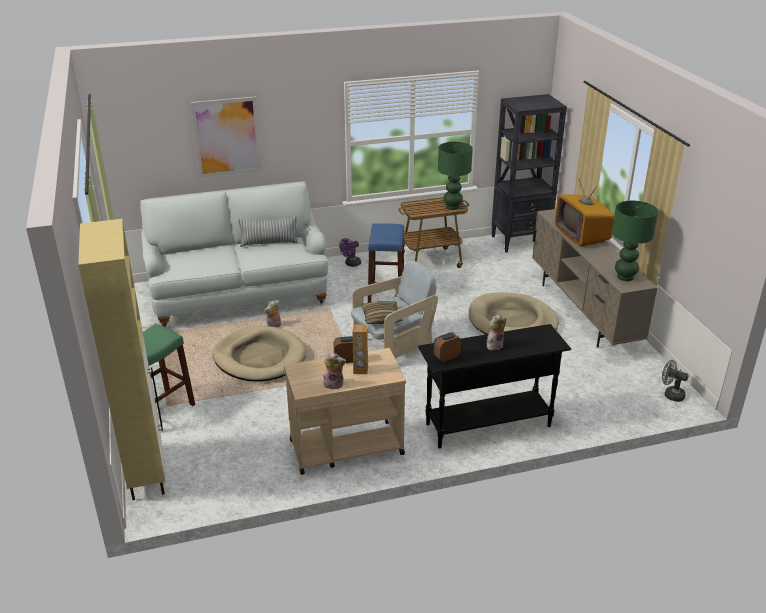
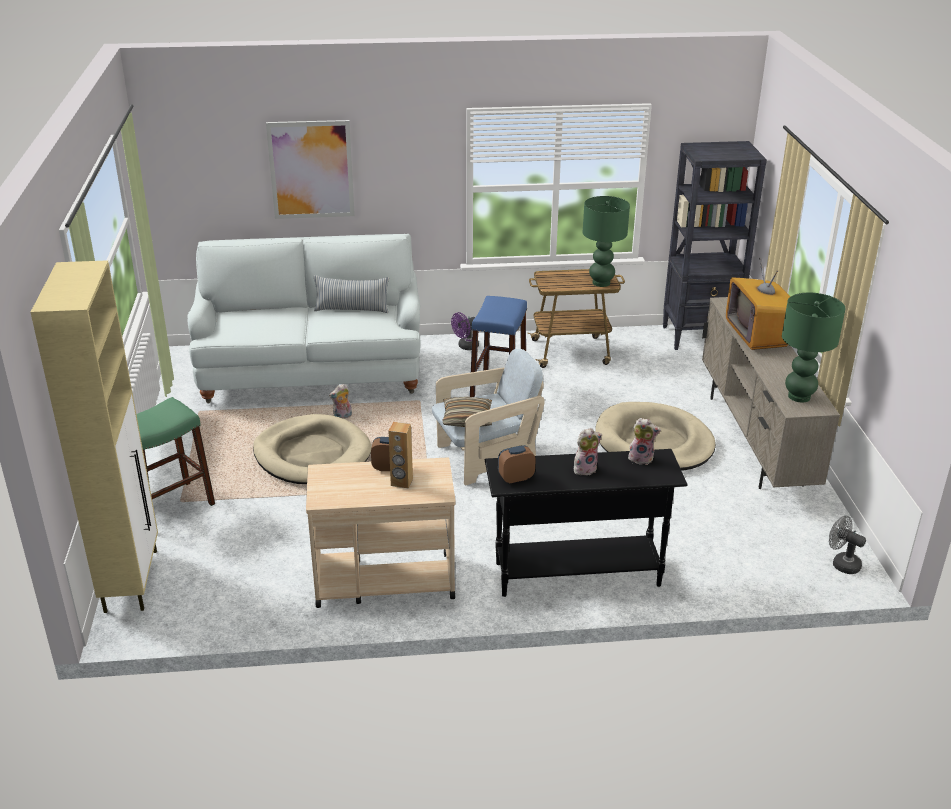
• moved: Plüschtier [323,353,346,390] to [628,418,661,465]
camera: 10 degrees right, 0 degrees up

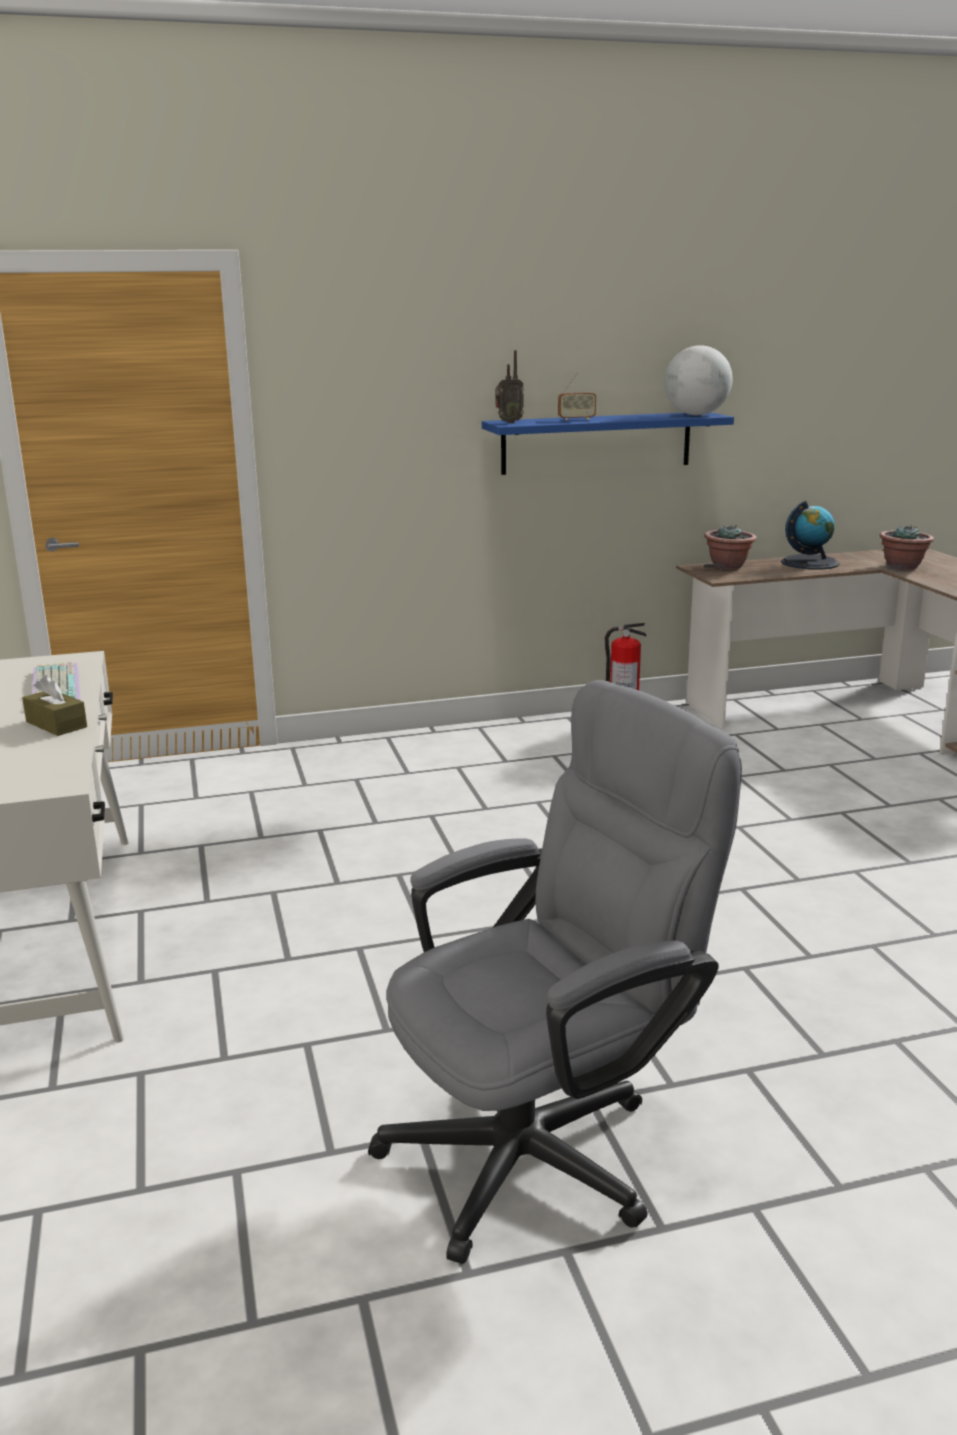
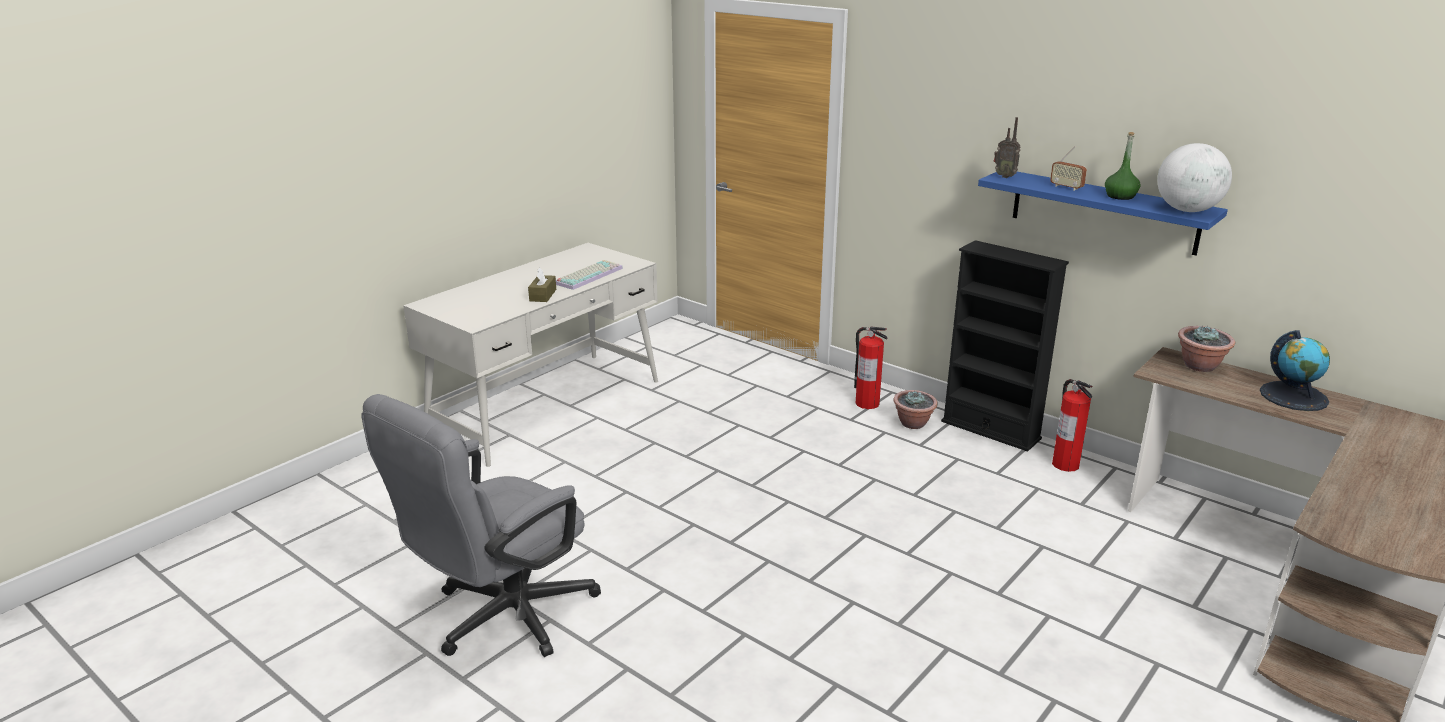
• turned: Bürostuhl [grau] [368,680,742,1264] = [362,394,601,657] 105 degrees clockwise
• moved: Topfpflanze [879,525,934,570] to [893,390,938,429]
• added: Feuerlöscher [854,327,888,409]
• added: Bücherregal [schwarz] [941,240,1069,452]
• added: Flasche [grün] [1105,132,1141,200]
camera: 55 degrees right, 5 degrees up

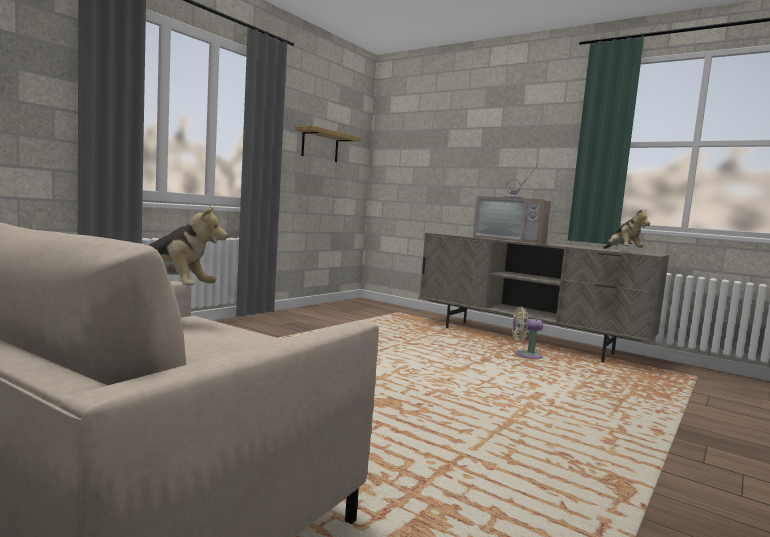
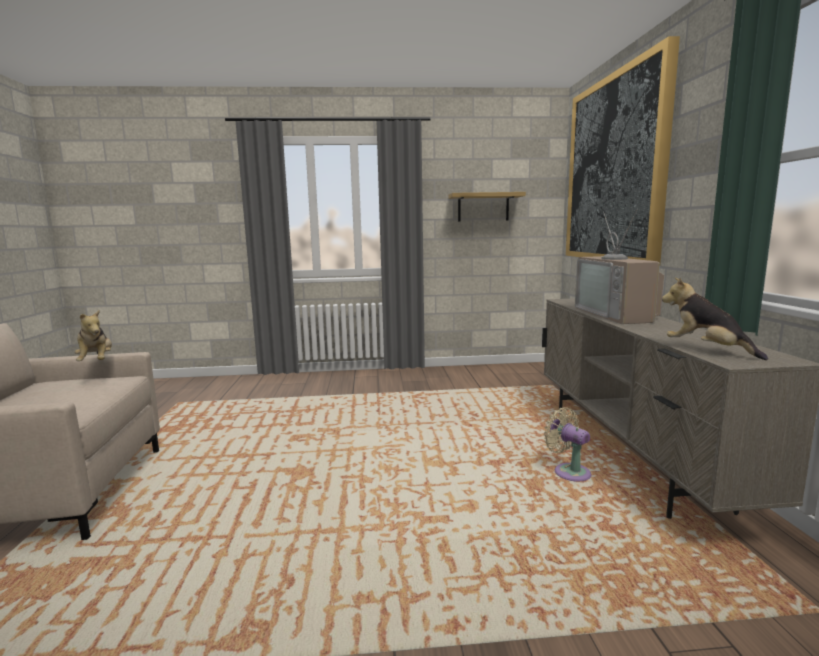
• turned: Plüschtier [603,210,650,249] = [662,277,768,360] 105 degrees clockwise
• added: Bild [566,36,680,263]
camera: 50 degrees right, 5 degrees up

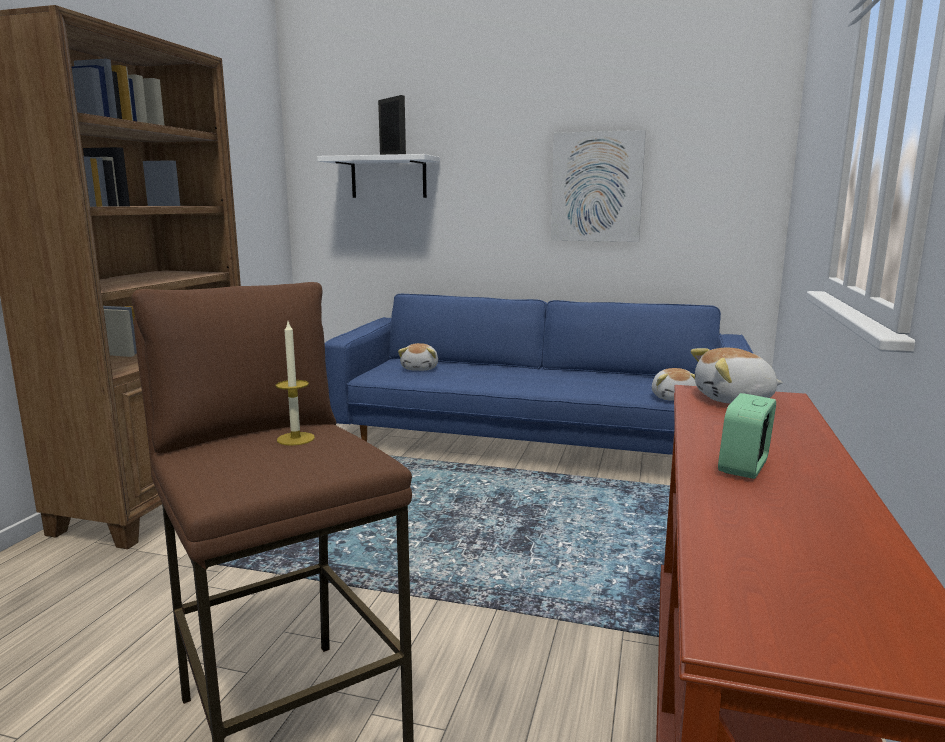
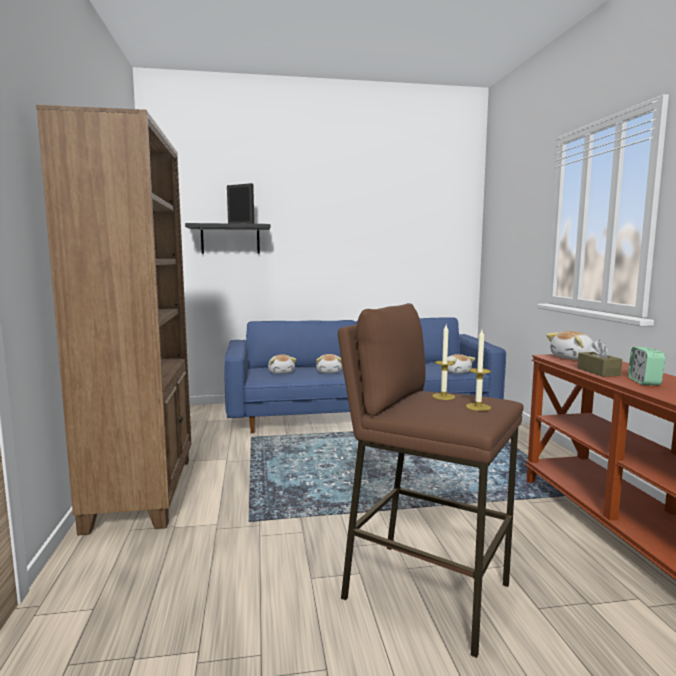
• recoloured: Wandregal [weiß] [317,154,440,198] to Wandregal [schwarz] [185,223,270,254]
• removed: Bild [551,130,646,242]
• added: Plüschtier [316,354,342,373]
• added: Kerze [466,330,491,411]
• added: Taschentuchbox [braun] [577,340,622,377]
camera: 25 degrees left, 5 degrees down

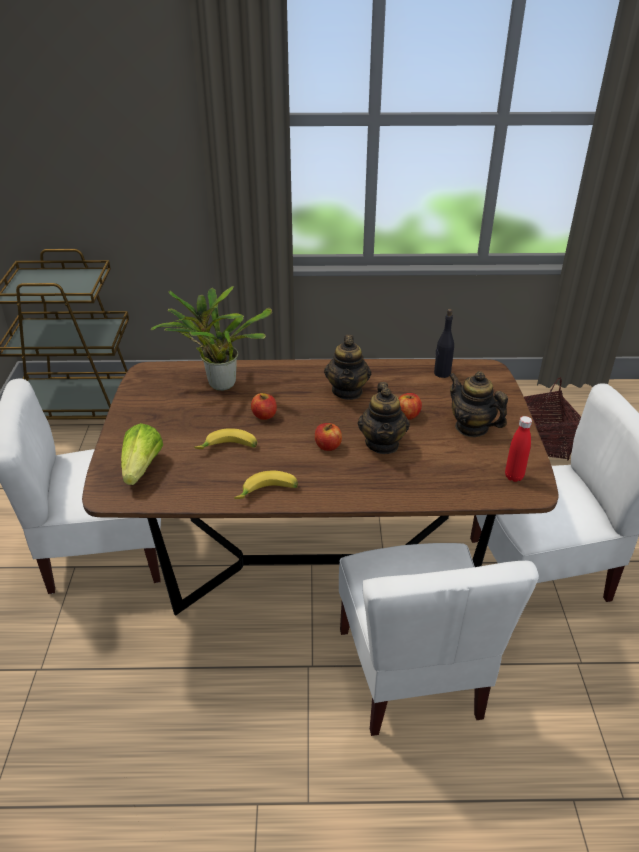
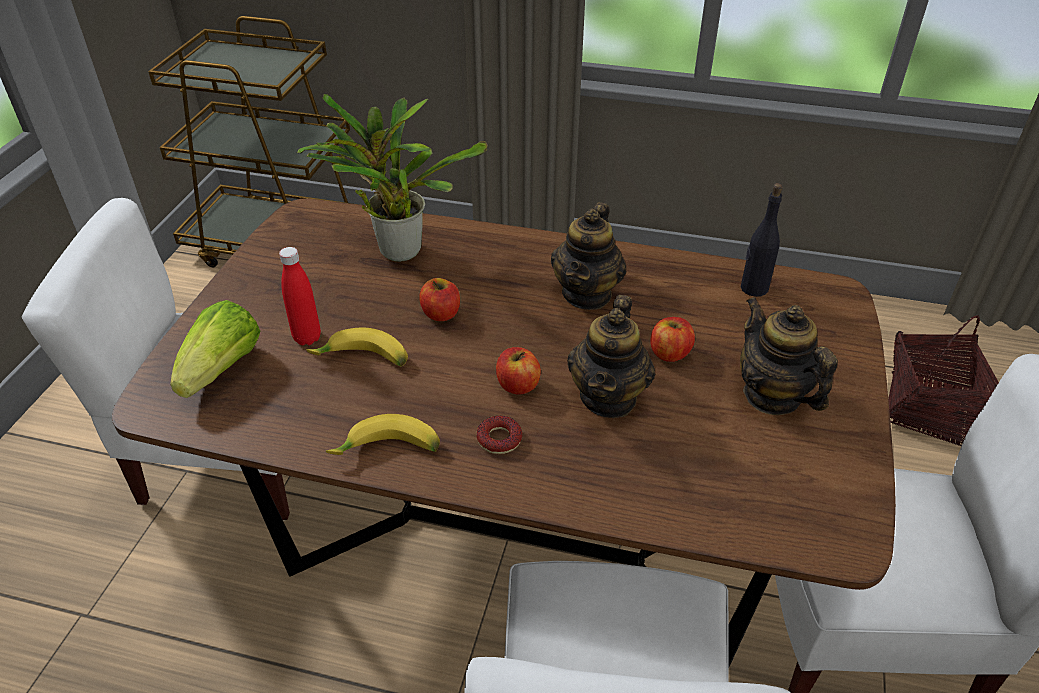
• moved: Flasche [rot] [505,416,532,482] to [279,247,321,345]
• added: Donut [477,416,522,454]
camera: 15 degrees right, 5 degrees up

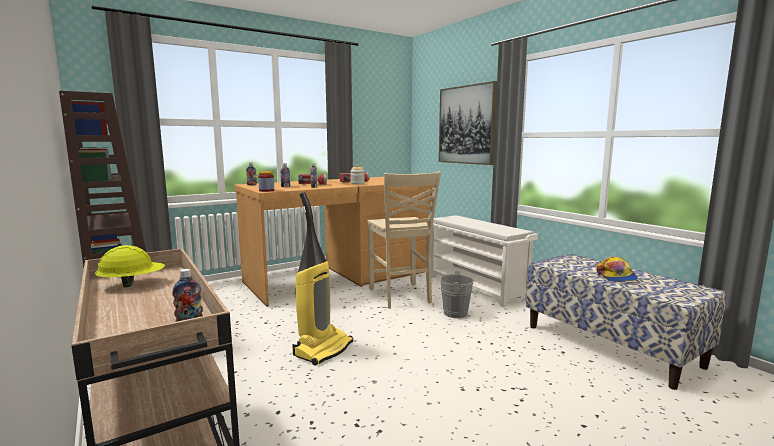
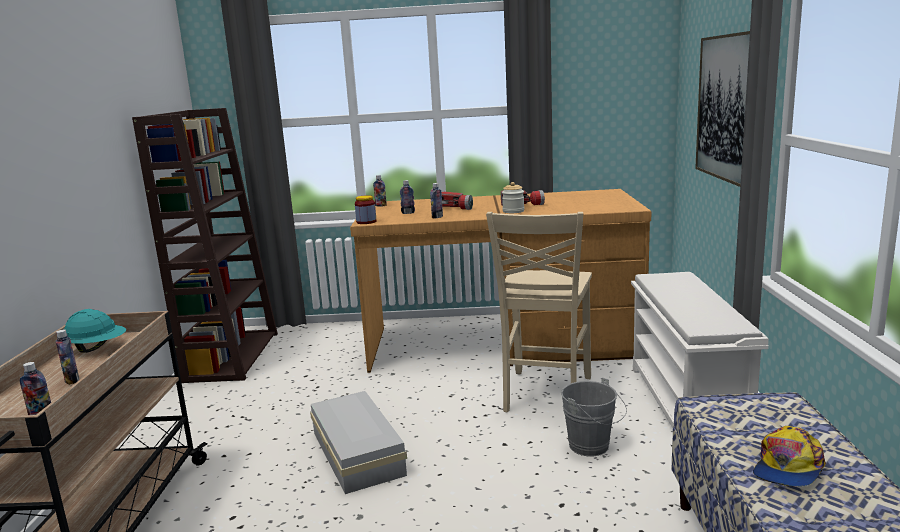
• recoloured: Schutzhelm [gelb] [95,245,165,288] to Schutzhelm [türkis] [63,309,126,353]
• replaced: Staubsauger [292,192,353,366] to Aufbewahrungsbox [weiß] [310,391,407,494]
• added: Flasche [56,330,79,385]
camera: 35 degrees right, 5 degrees up

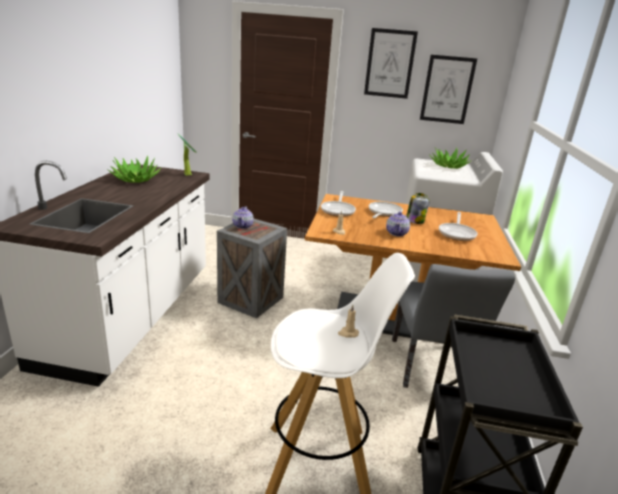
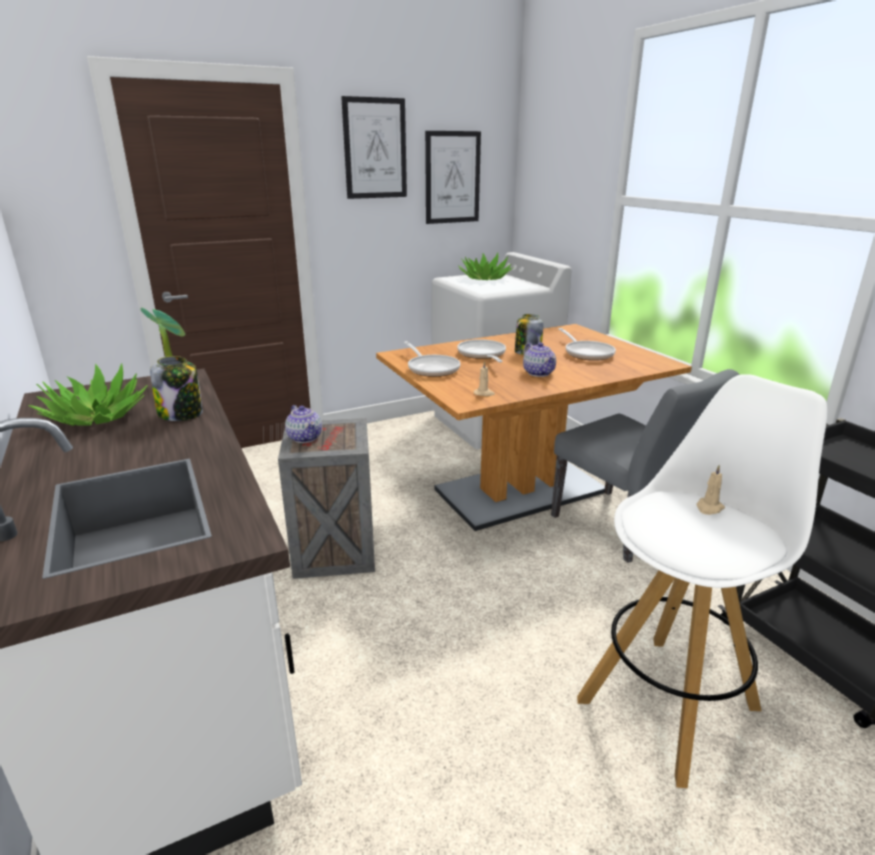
• added: Vorratsglas [150,356,203,421]
camera: 35 degrees left, 0 degrees up

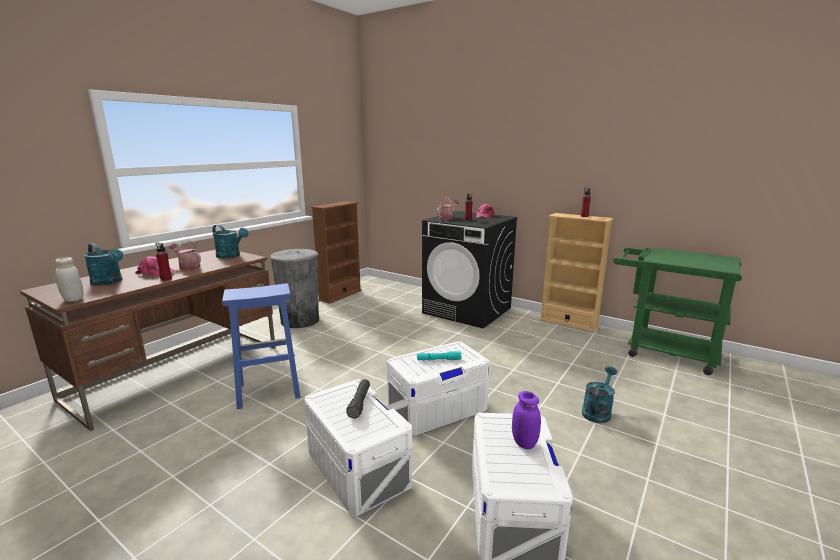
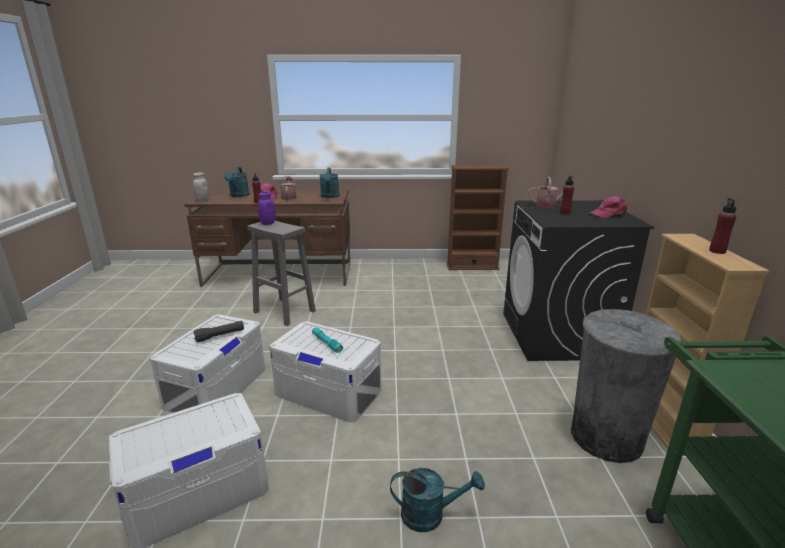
• recoloured: Hocker [blau] [222,283,301,409] to Hocker [grau] [247,221,316,326]
• moved: Mülleimer [grau] [270,249,319,328] to [571,309,682,463]
• moved: Vorratsglas [lila] [512,391,541,449] to [258,192,276,225]
camera: 55 degrees right, 5 degrees up

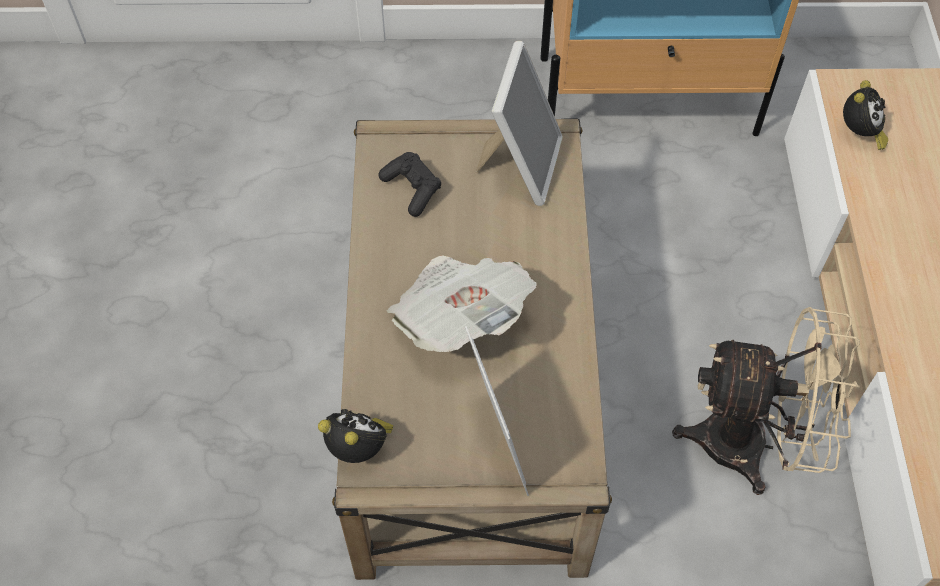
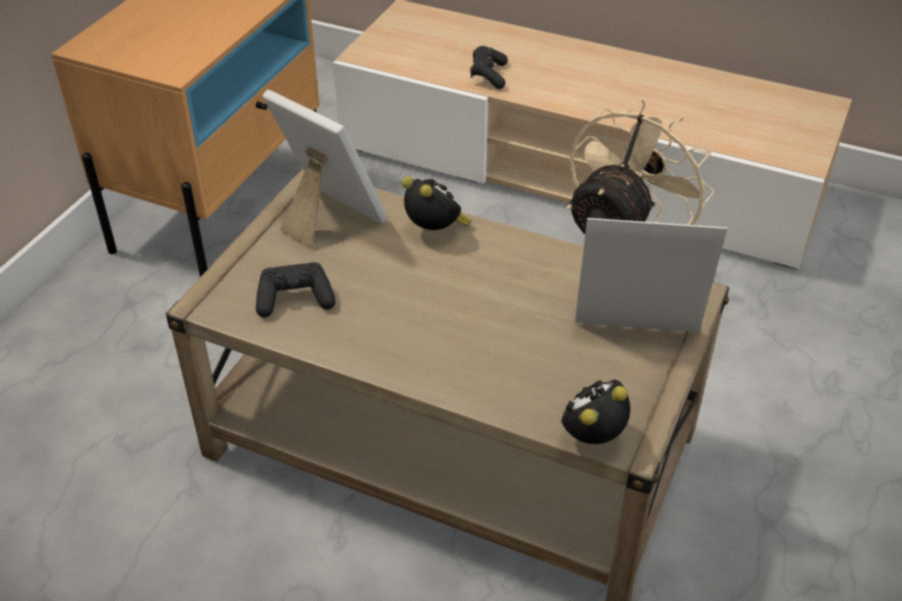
• removed: Zeitung [387,256,537,352]
• moved: Wecker [843,80,888,150] to [402,176,471,230]
• added: Gamepad [schwarz] [470,46,508,89]
camera: 65 degrees left, 15 degrees down

